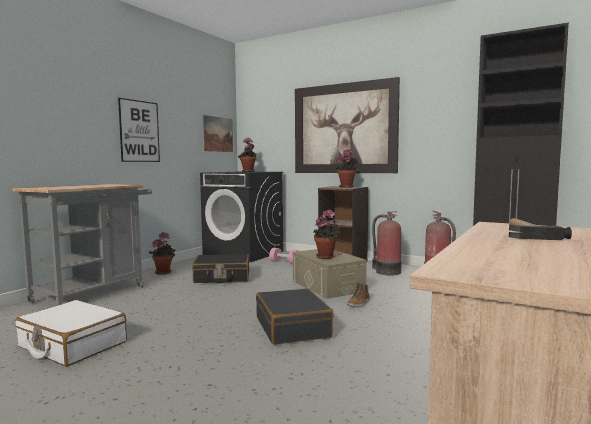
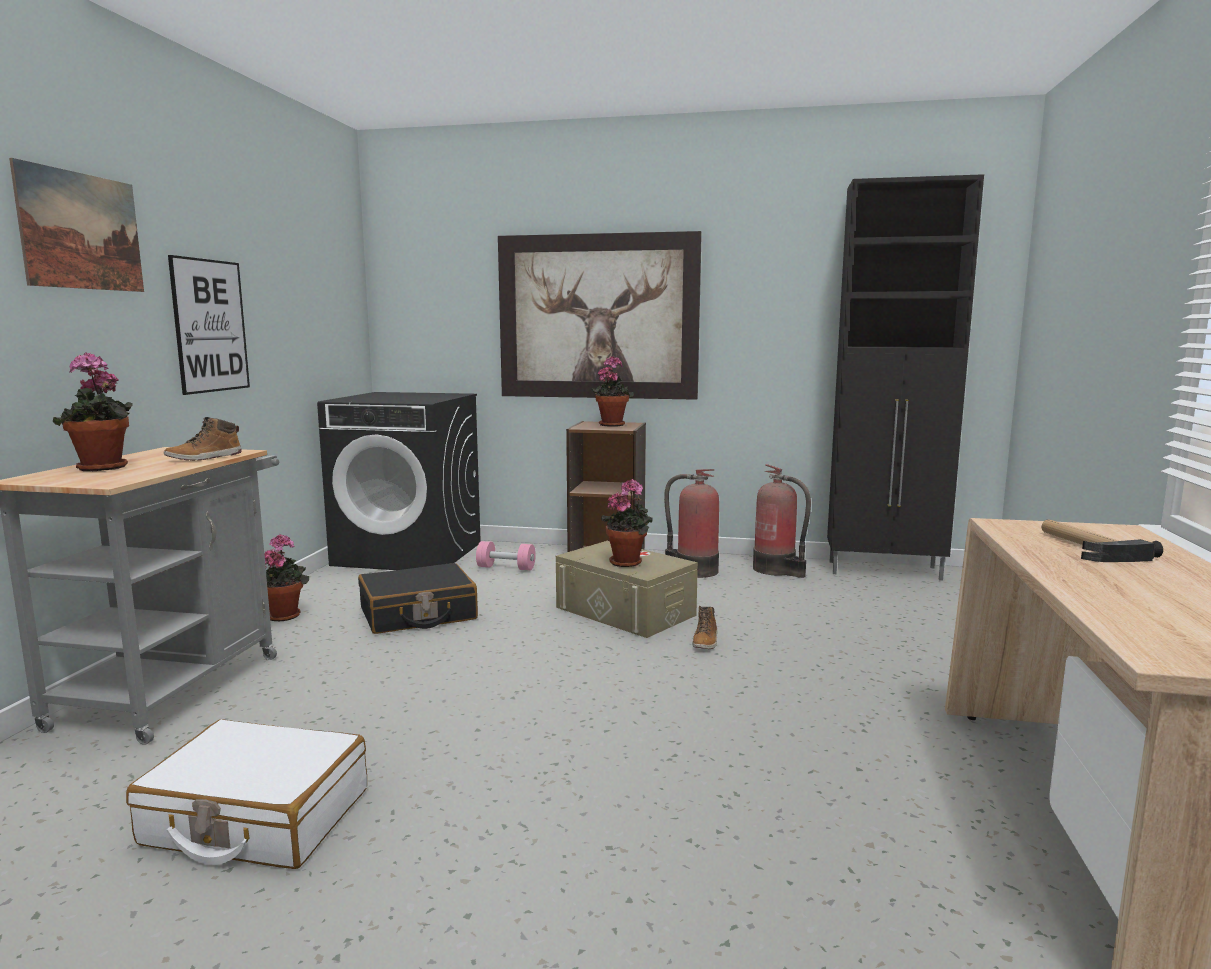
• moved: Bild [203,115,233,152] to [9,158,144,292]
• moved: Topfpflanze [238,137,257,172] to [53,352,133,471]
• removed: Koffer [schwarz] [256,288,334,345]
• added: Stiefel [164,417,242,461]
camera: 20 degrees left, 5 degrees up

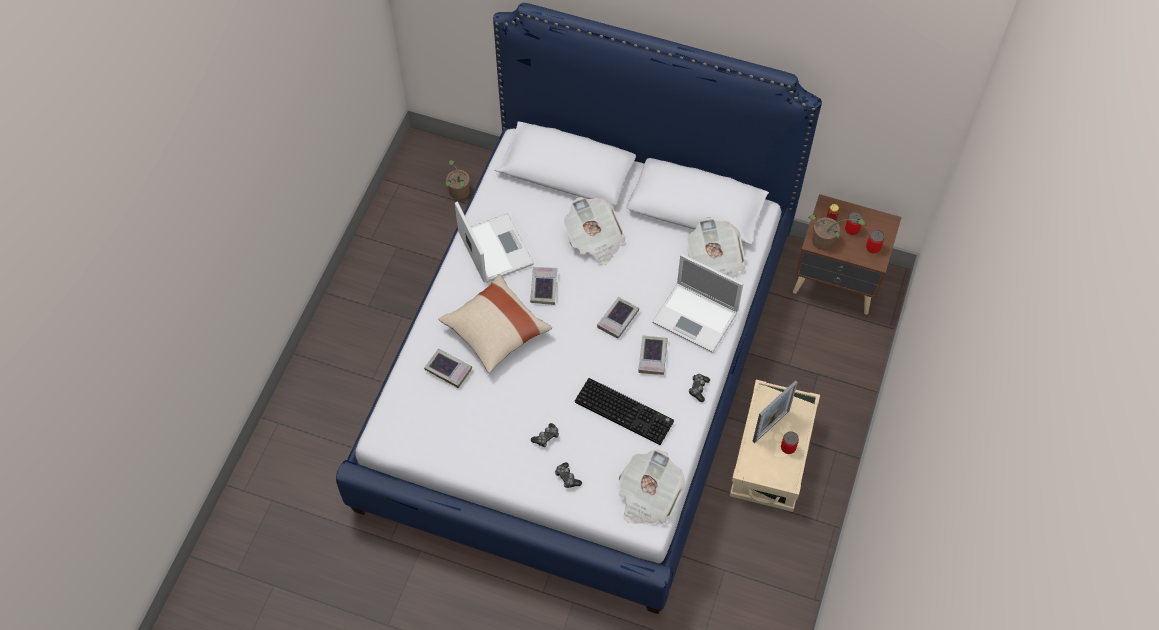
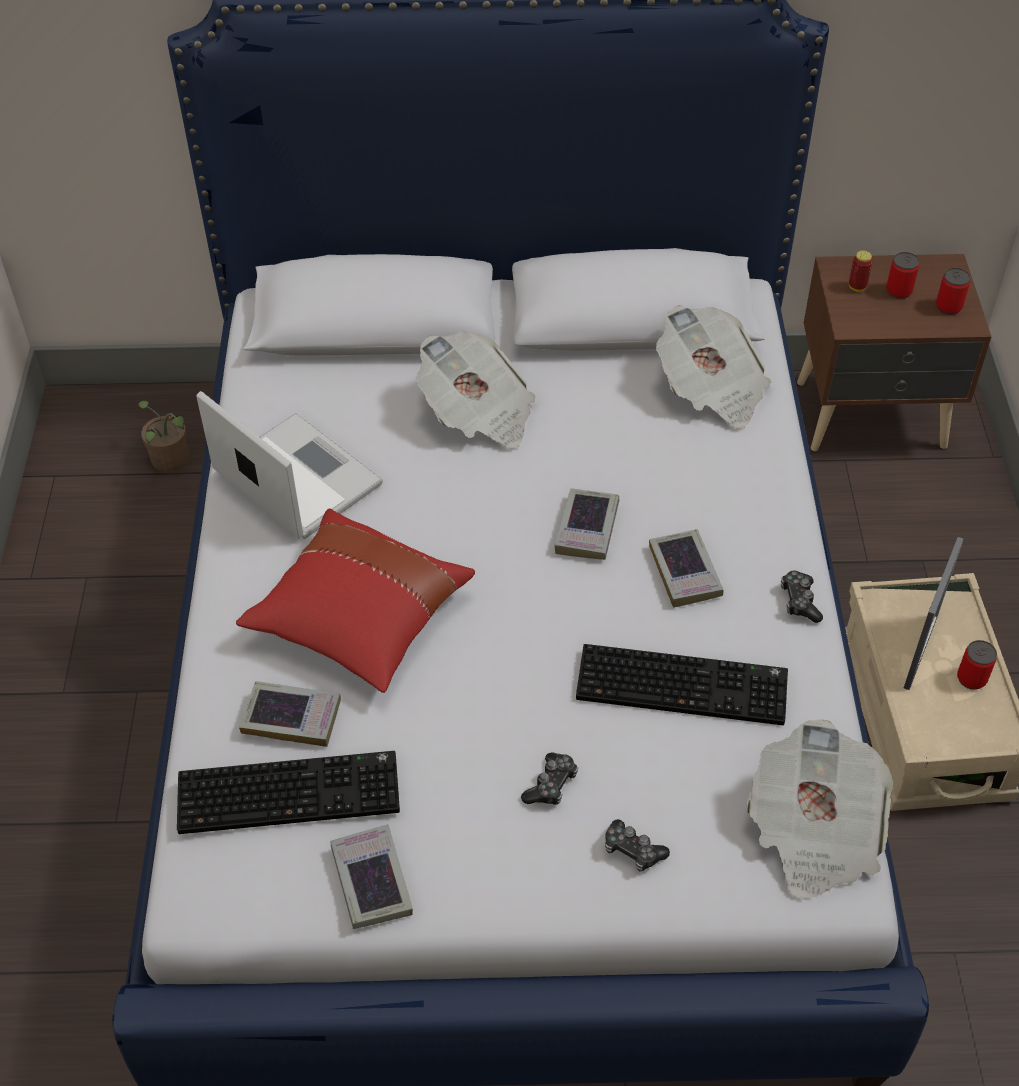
• recoloured: Kissen [beige] [438,274,552,373] to Kissen [rot] [236,508,475,693]
• moved: Buch [530,267,558,305] to [331,824,413,929]
• removed: Laptop [652,254,743,353]
• removed: Topfpflanze [808,215,866,250]
• added: Tastatur [177,751,400,834]
camera: 20 degrees left, 10 degrees down

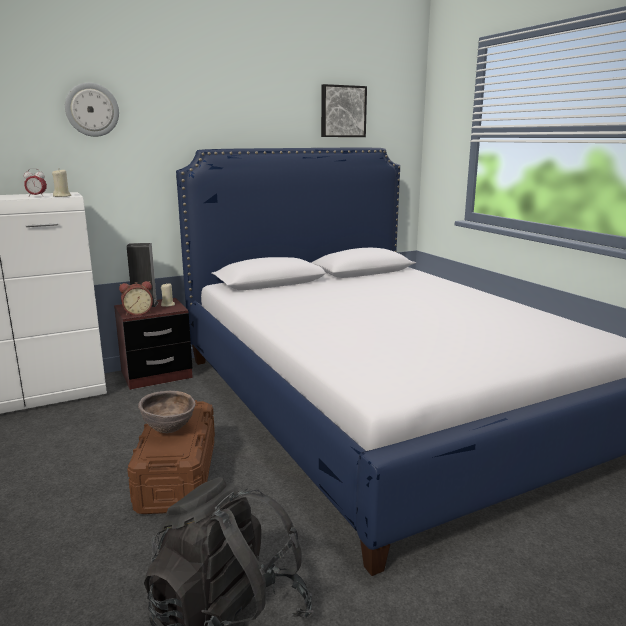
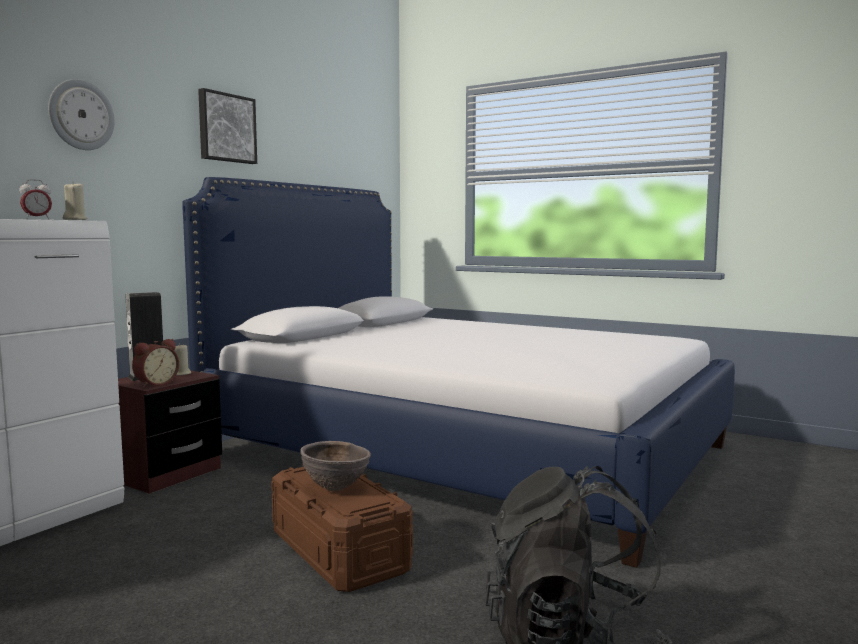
• moved: Bild [321,84,367,137] to [198,88,257,164]
camera: 30 degrees left, 10 degrees down

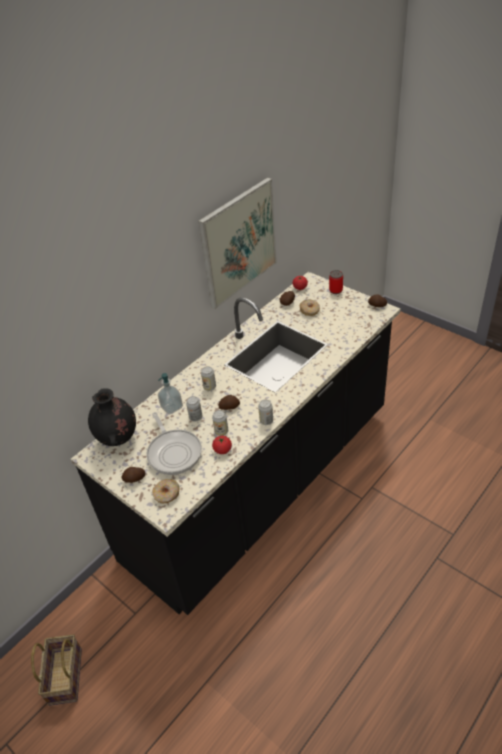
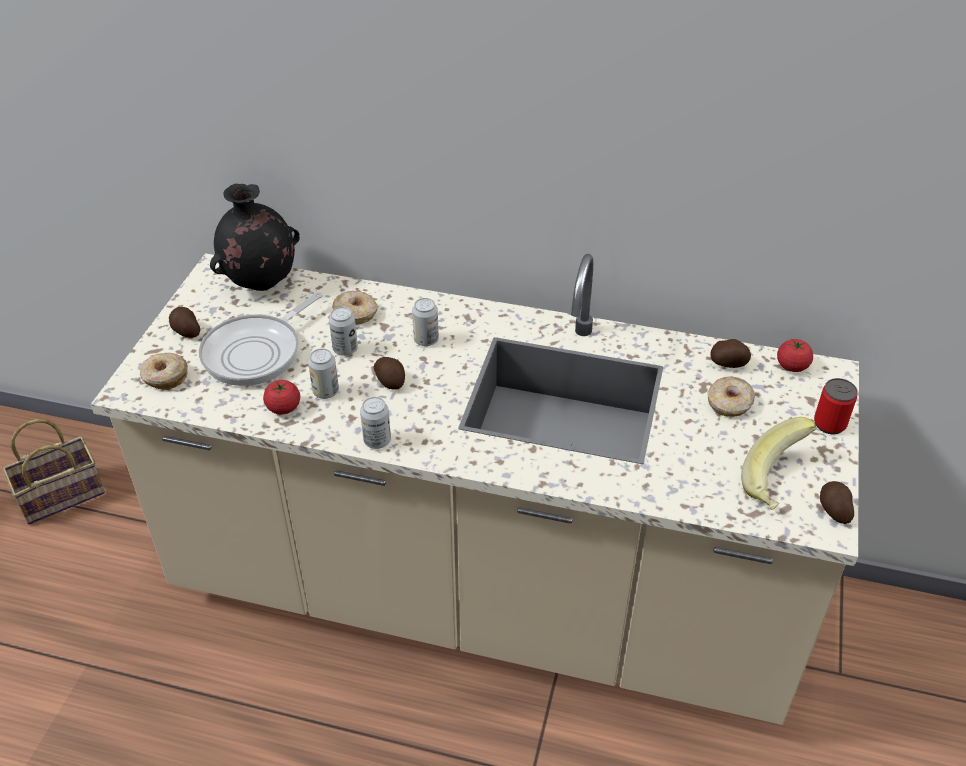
• recoloured: Küchenzeile [schwarz] [71,272,400,615] to Küchenzeile [beige] [91,253,859,725]
• replaced: Seifenspender [158,373,183,414] to Donut [332,291,377,325]
• removed: Bild [198,177,277,309]
• added: Banane [741,417,817,510]
camera: 60 degrees right, 0 degrees up

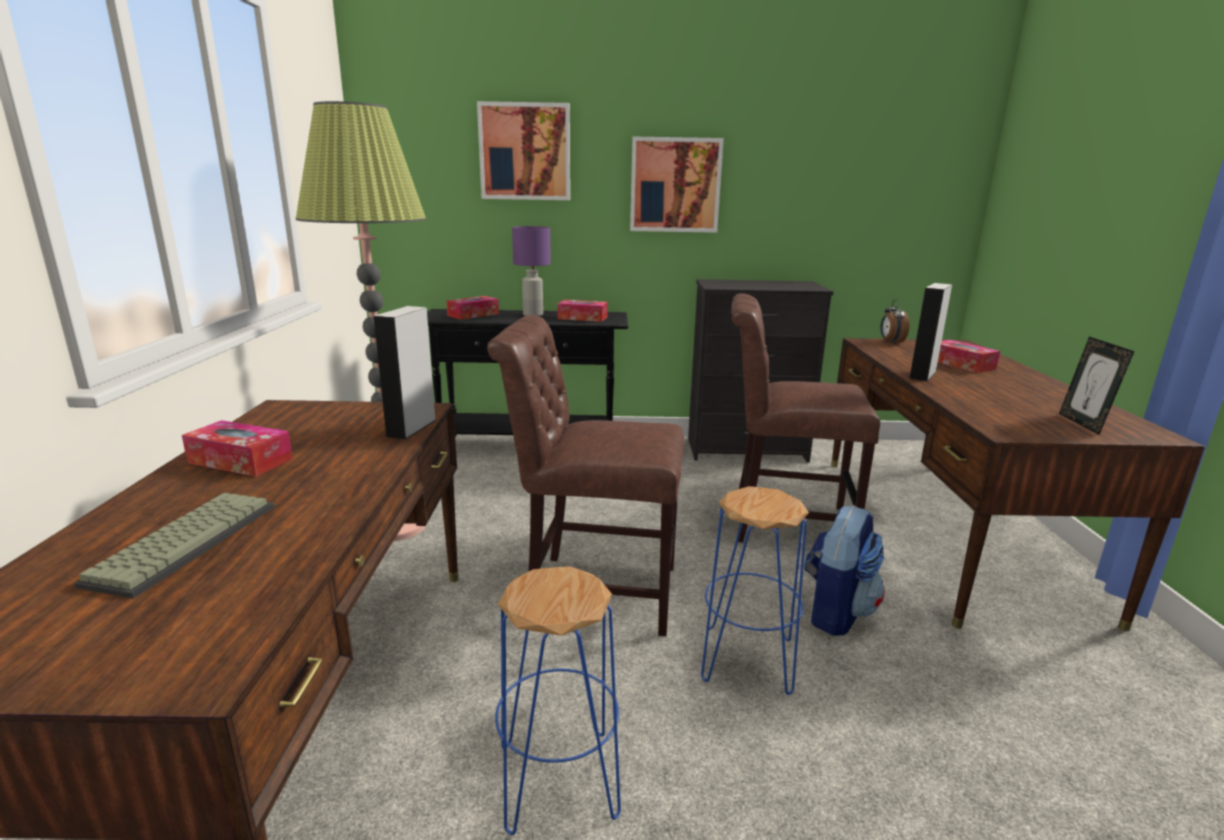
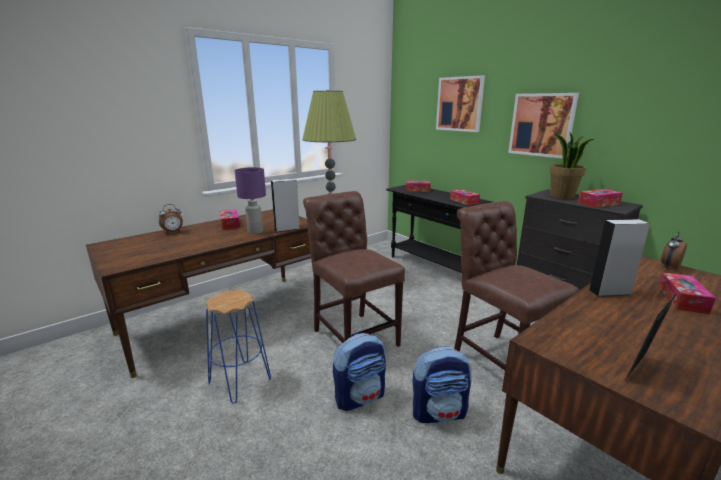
• removed: Tastatur [74,493,275,599]
• moved: Tischlampe [lila] [512,226,551,316] to [235,167,266,234]
• replaced: Hocker [blau] [701,486,809,695] to Rucksack [333,333,386,411]
• added: Wecker [159,204,183,234]
• added: Topfpflanze [549,133,594,199]
• added: Taschentuchbox [578,189,623,208]
camera: 50 degrees right, 0 degrees up

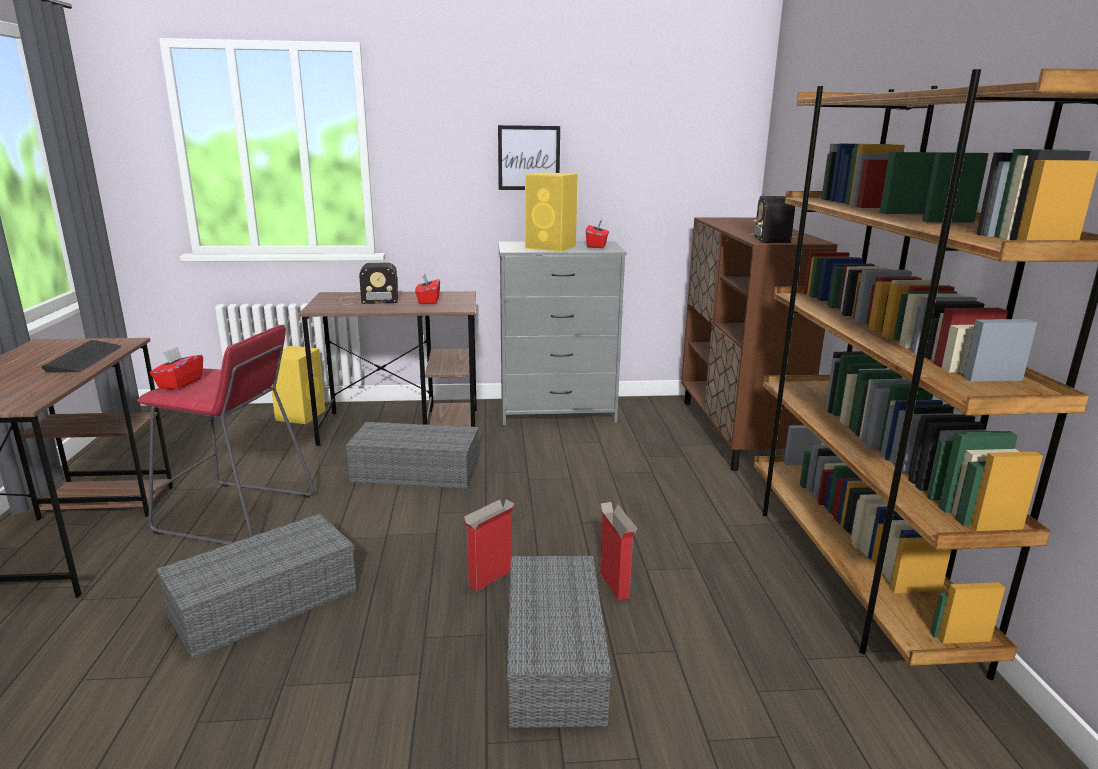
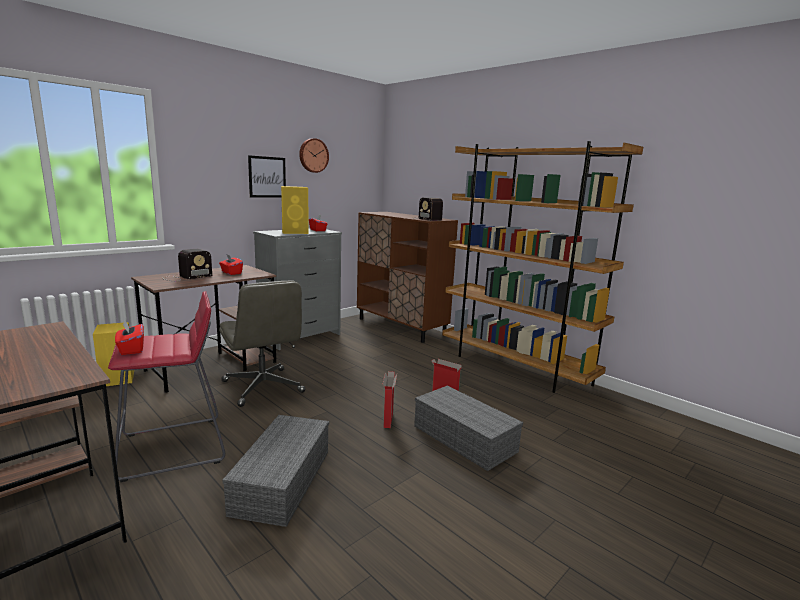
• removed: Tastatur [41,340,121,373]
• replaced: Aufbewahrungsbox [grau] [345,422,479,489] to Bürostuhl [grau] [219,281,305,407]
• added: Wanduhr [299,138,329,173]
camera: 40 degrees left, 5 degrees down

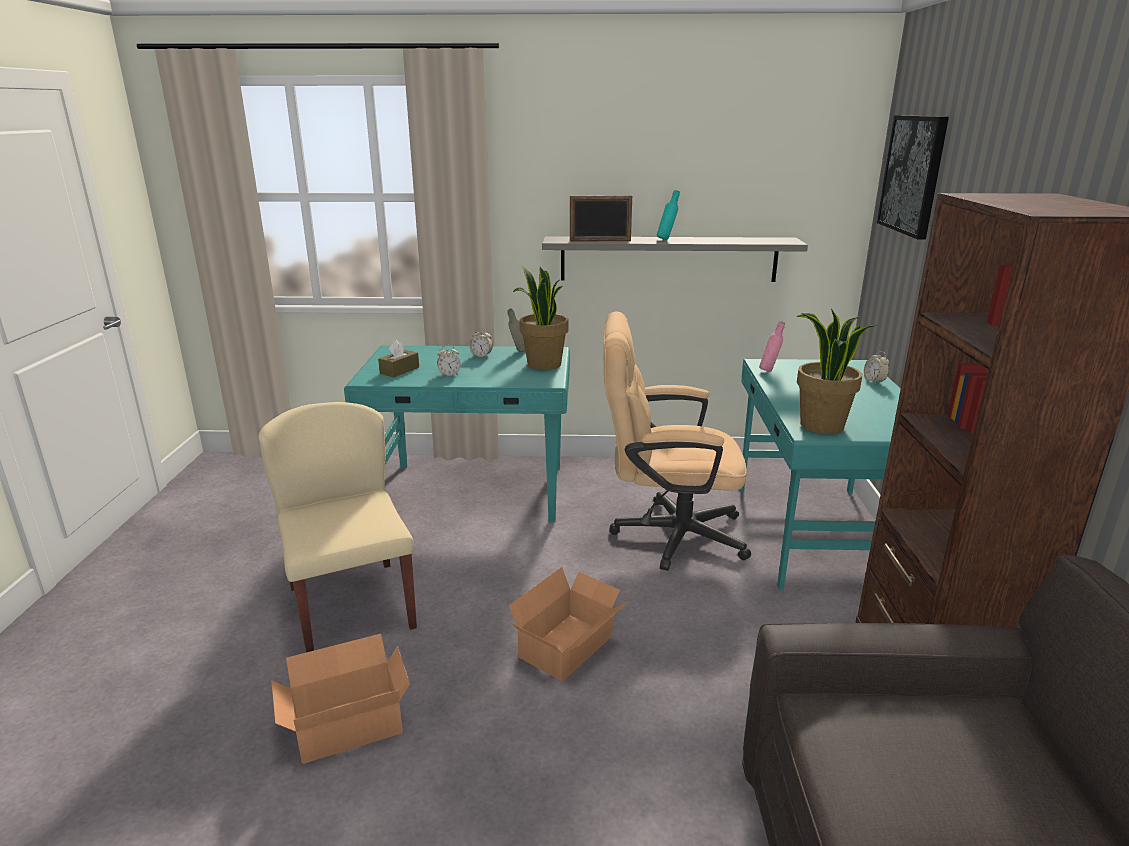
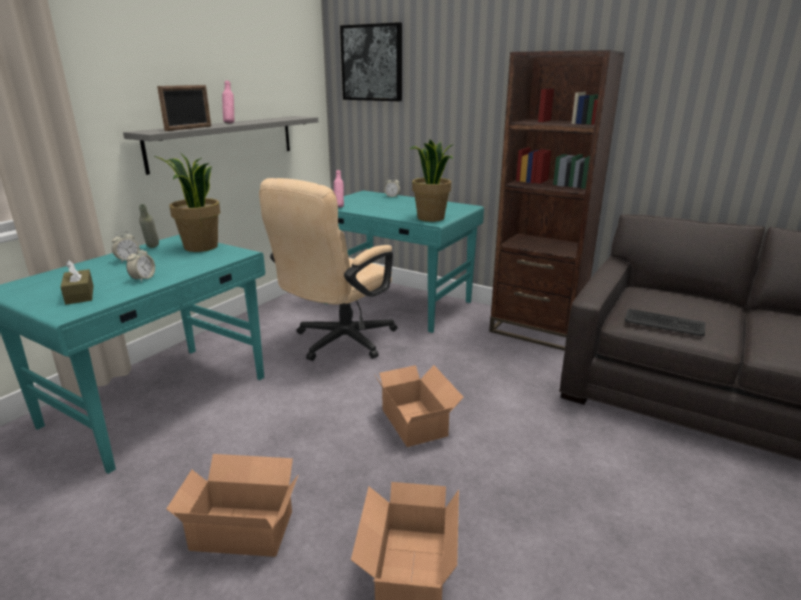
• replaced: Stuhl [beige] [258,402,417,652] to Karton [166,454,298,557]
• recoloured: Flasche [türkis] [657,190,680,240] to Flasche [rosa] [222,80,234,124]
• added: Tastatur [625,309,706,336]
camera: 60 degrees left, 0 degrees up

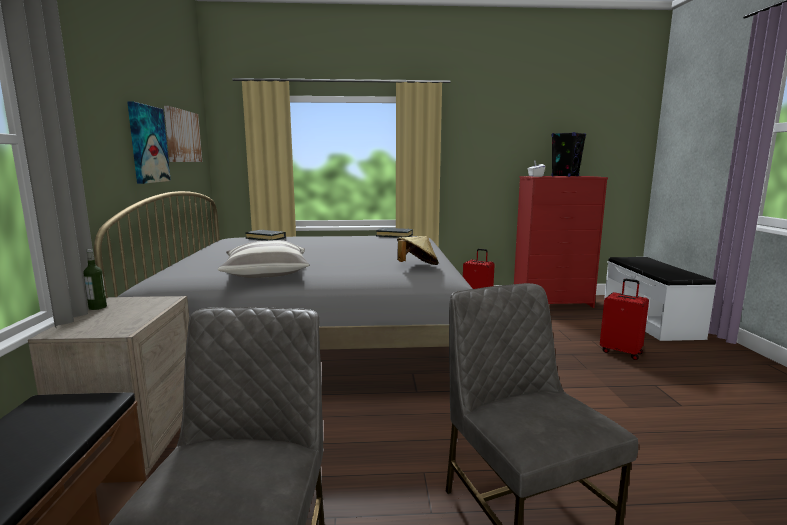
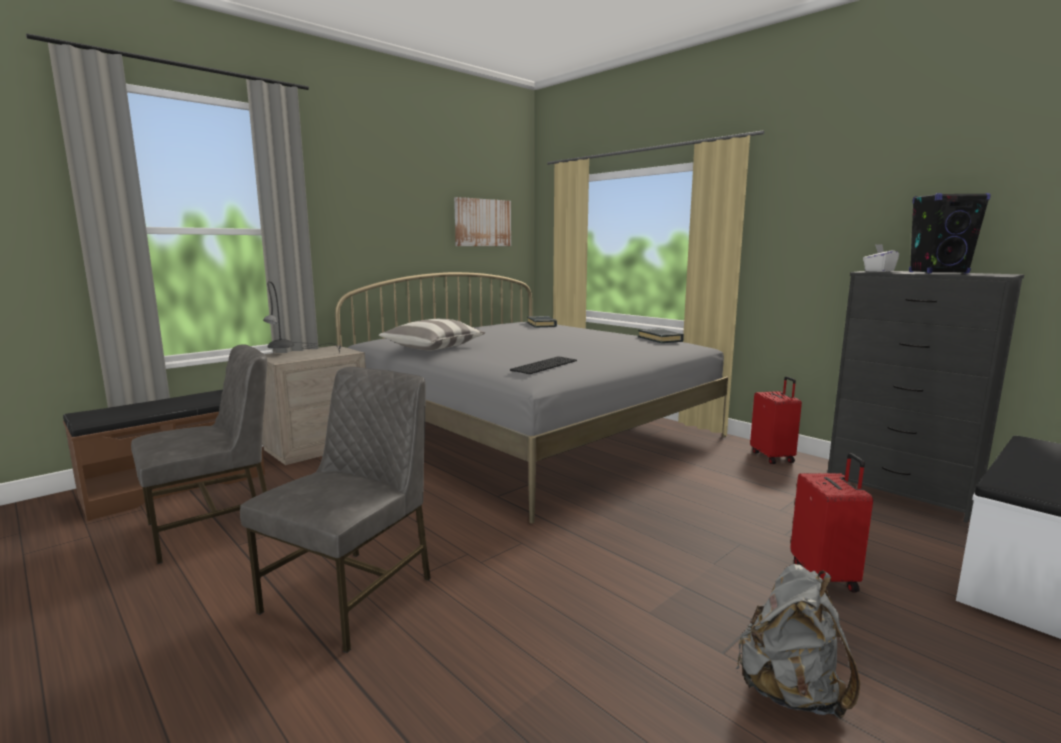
• removed: Flasche [83,249,107,310]
• removed: Bild [127,101,171,184]
• replaced: Hut [beige] [397,236,439,265] to Tastatur [510,356,577,374]
• recoloured: Kommode [rot] [514,176,608,308] to Kommode [schwarz] [827,271,1024,523]
• added: Tischlampe [grau] [263,281,341,354]
• added: Rucksack [grau] [736,564,860,719]
camera: 50 degrees right, 0 degrees up

